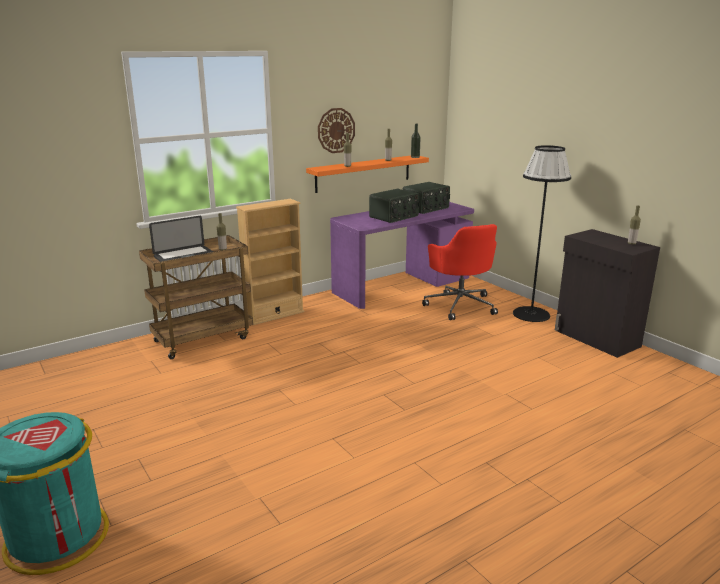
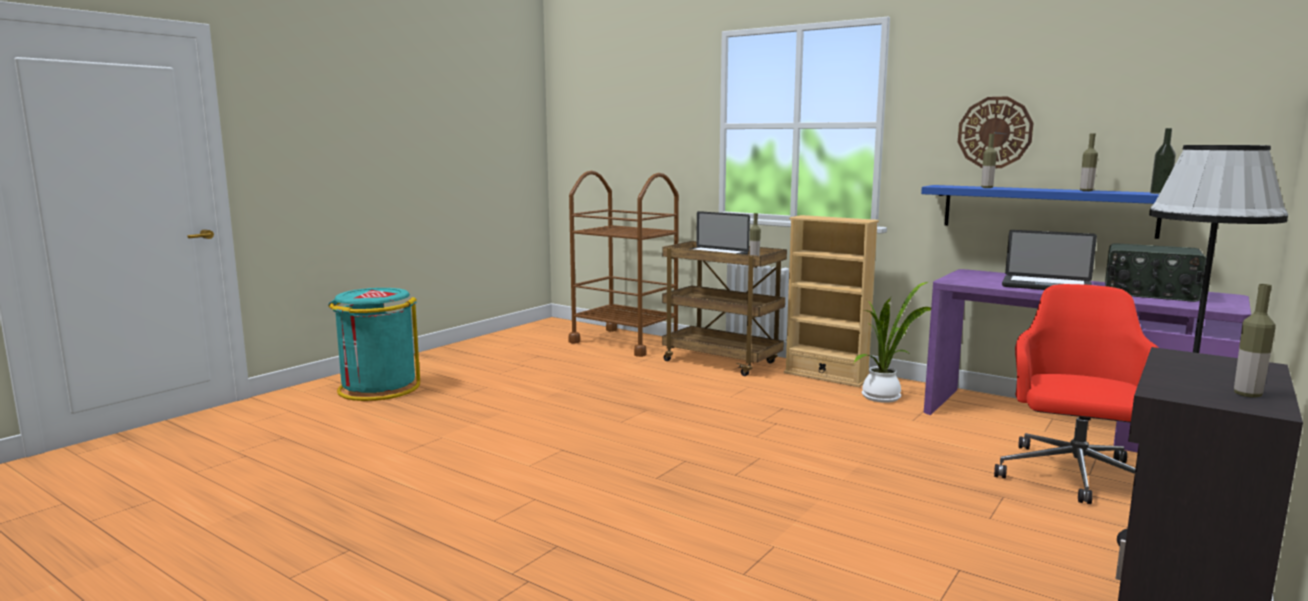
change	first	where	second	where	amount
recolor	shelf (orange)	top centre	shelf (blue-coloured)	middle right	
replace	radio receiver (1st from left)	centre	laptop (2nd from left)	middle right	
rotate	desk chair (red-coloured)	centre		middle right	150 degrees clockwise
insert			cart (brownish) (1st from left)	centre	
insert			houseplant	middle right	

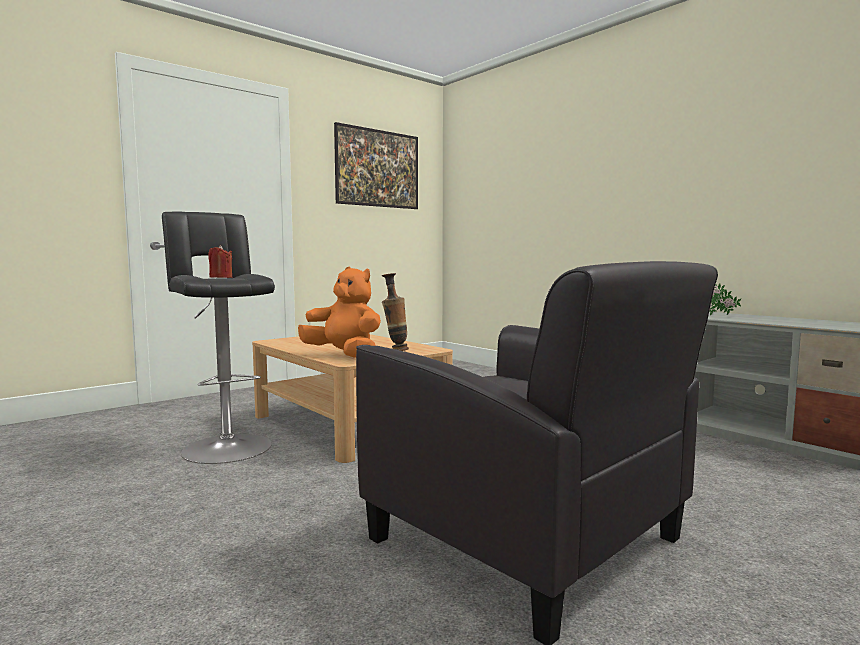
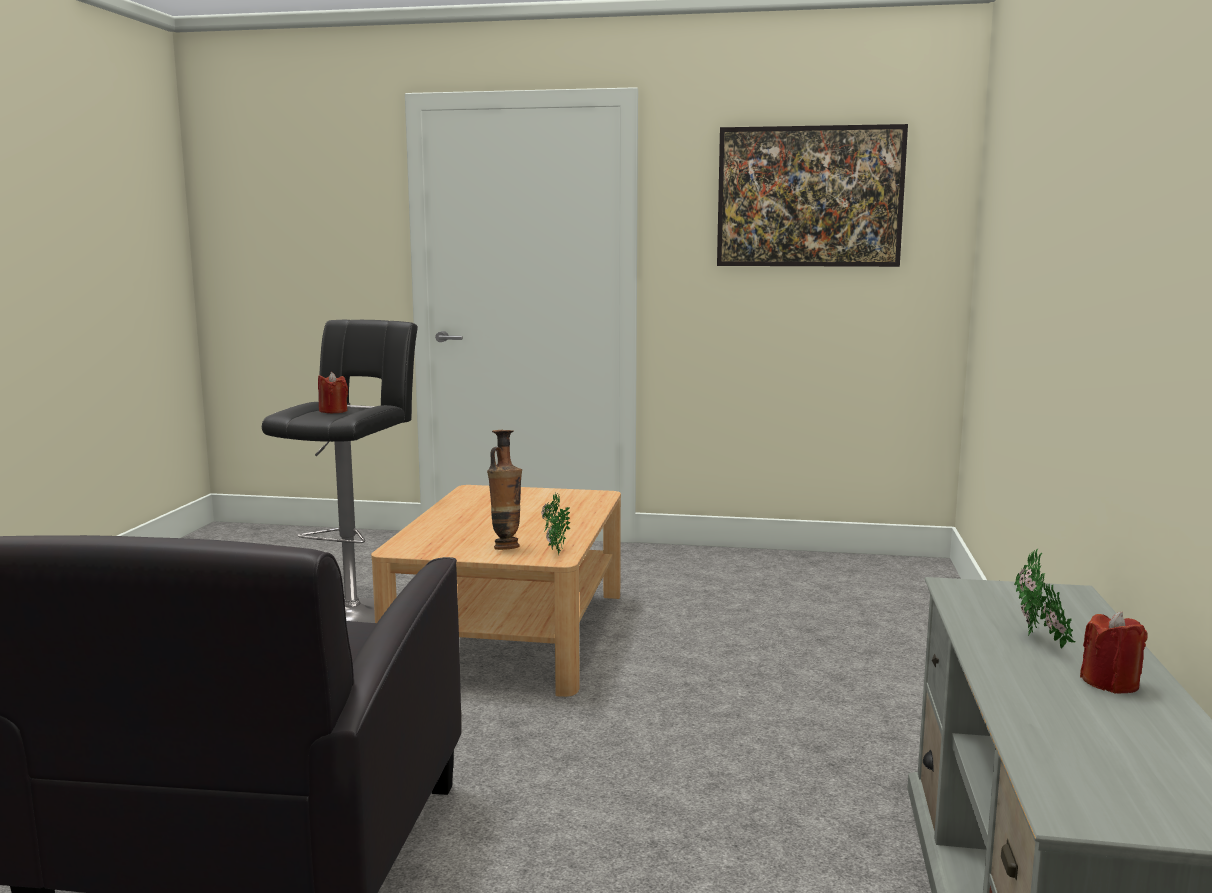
change	first	where	second	where	amount
delete	soft toy (orange)	centre			
insert			houseplant (1st from left)	centre	
insert			wax candle (red-coloured) (2nd from left)	bottom right	

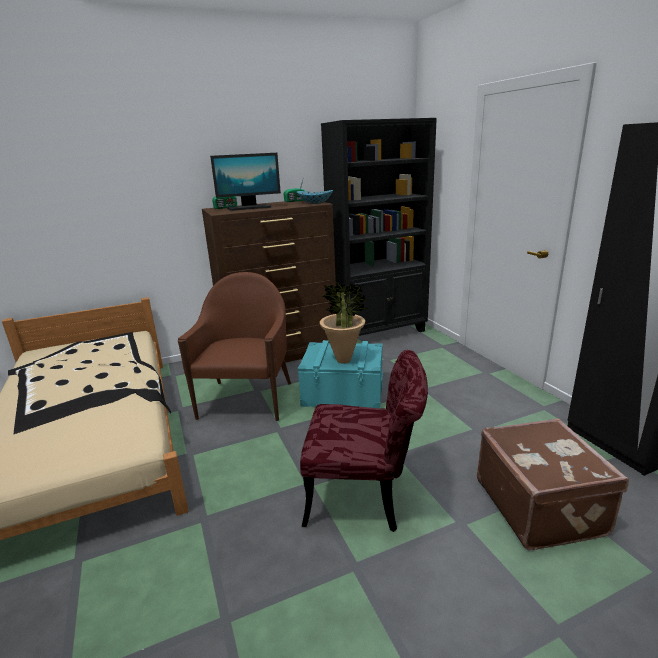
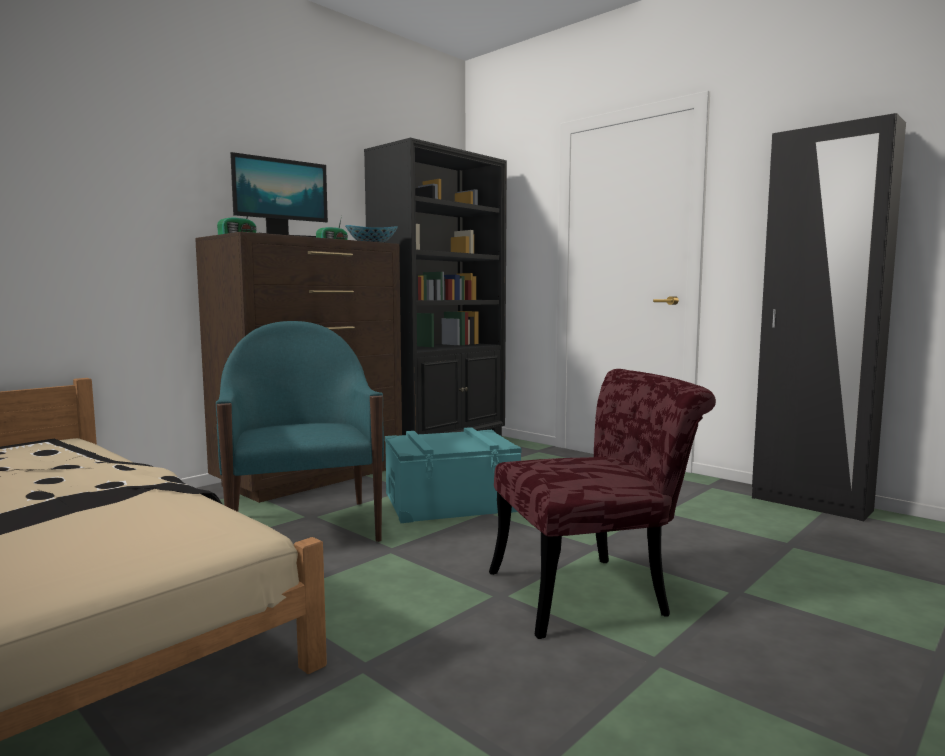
change	first	where	second	where	amount
recolor	armchair (brownish)	centre	armchair (turquoise)	middle left	
delete	houseplant	centre			
delete	piece of luggage (brownish)	bottom right			

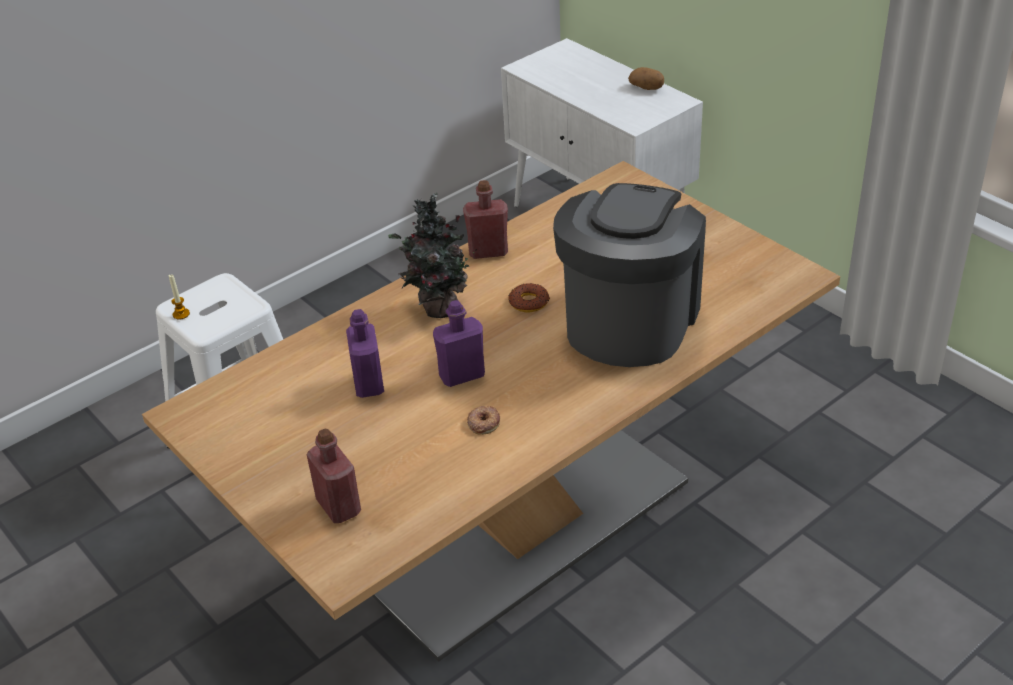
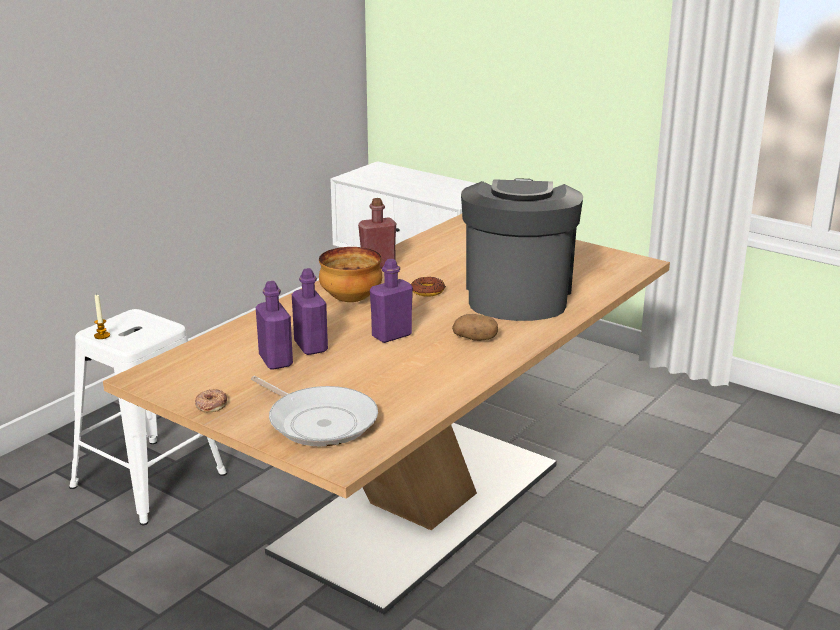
change	first	where	second	where	amount
move	potato	top centre		centre	
replace	houseplant	centre	deep dish	centre	
move	donut (1st from left)	centre		middle left	
replace	beverage bottle (red-coloured) (1st from left)	bottom left	frying pan	centre	
insert			beverage bottle (purple) (1st from left)	middle left	

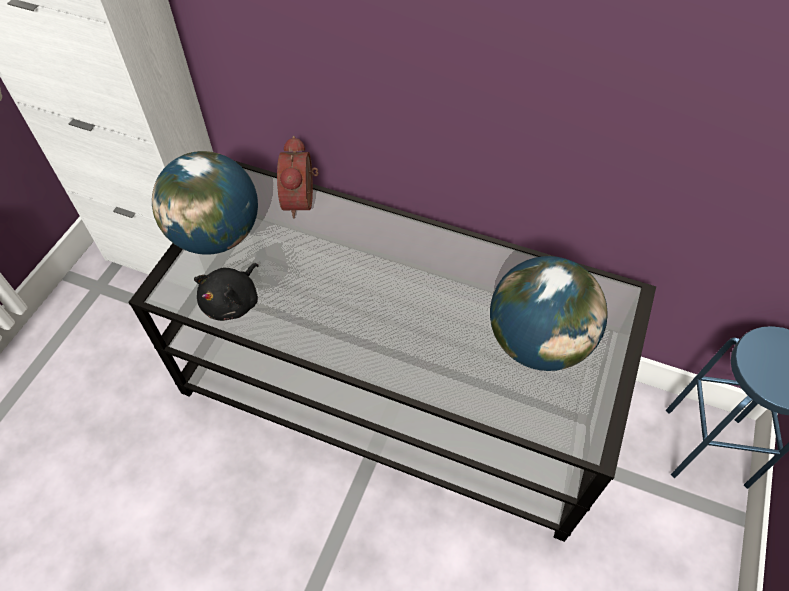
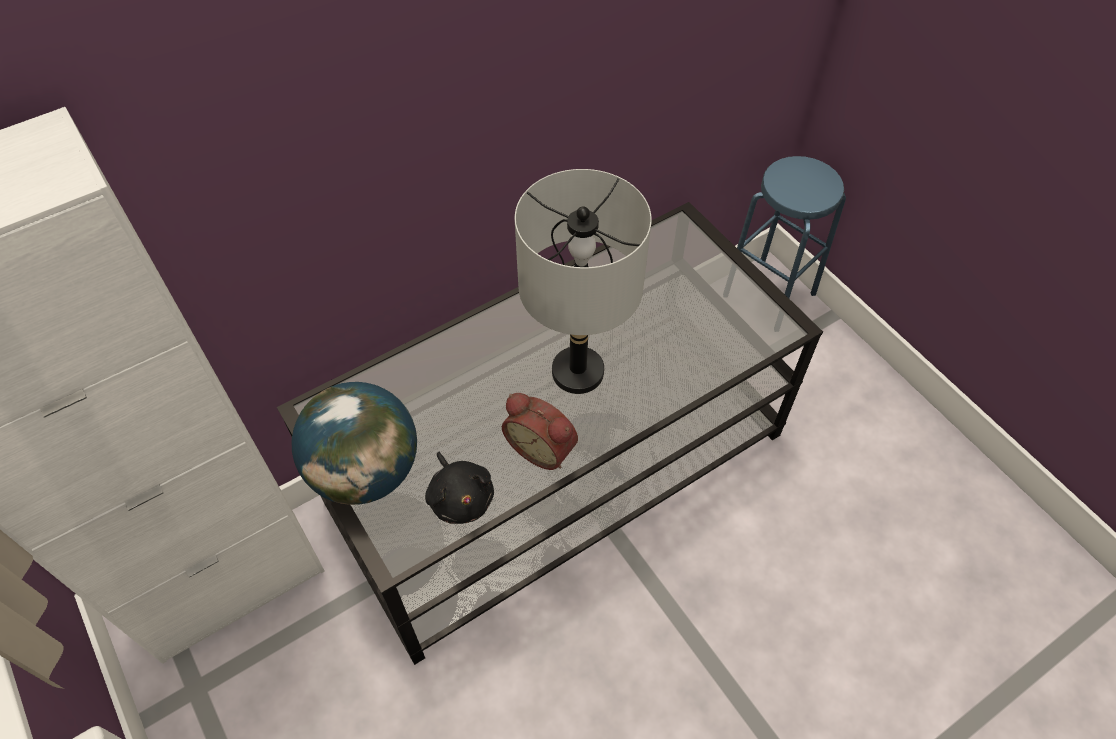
change	first	where	second	where	amount
move	alarm clock	top centre		centre	
delete	world globe (2nd from left)	middle right			
insert			table lamp (grey)	centre	

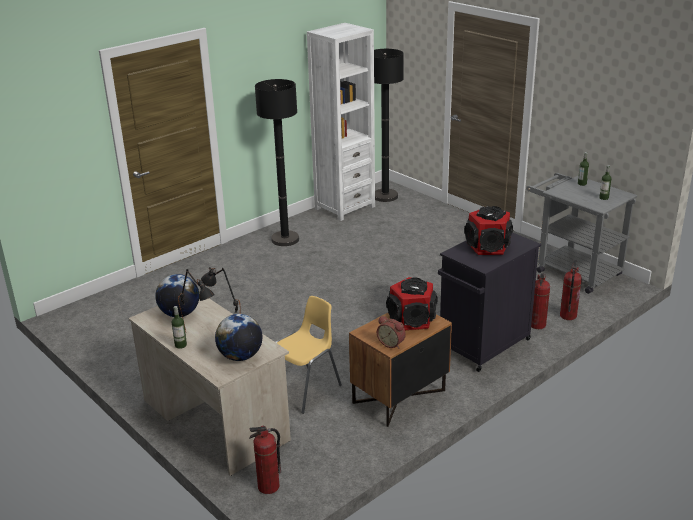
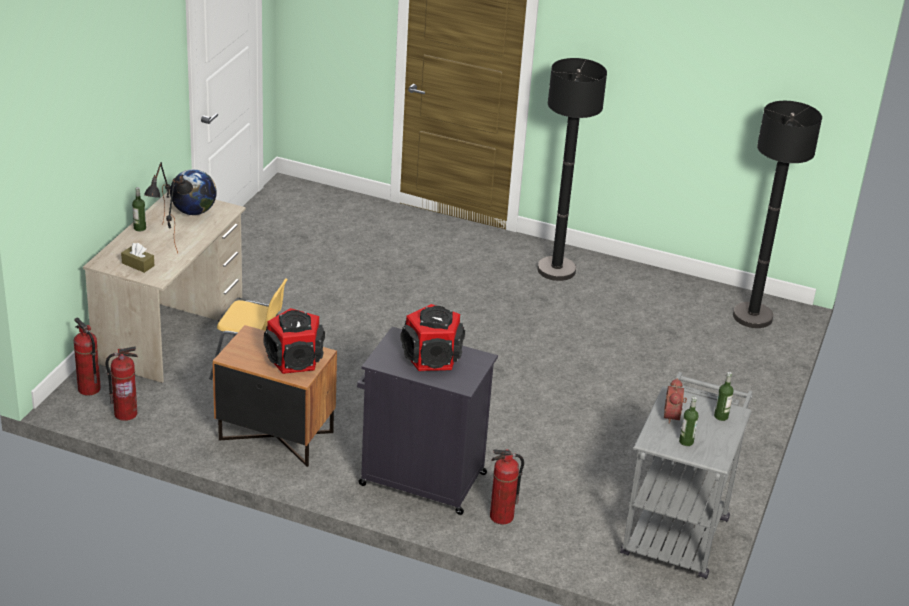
change	first	where	second	where	amount
delete	bookcase (whitish)	top centre			
move	extinguisher (3rd from left in the first image)	middle right	extinguisher (2nd from left)	middle left	
replace	world globe (2nd from left)	centre	box of tissues (brownish)	middle left	
move	alarm clock	centre		middle right	

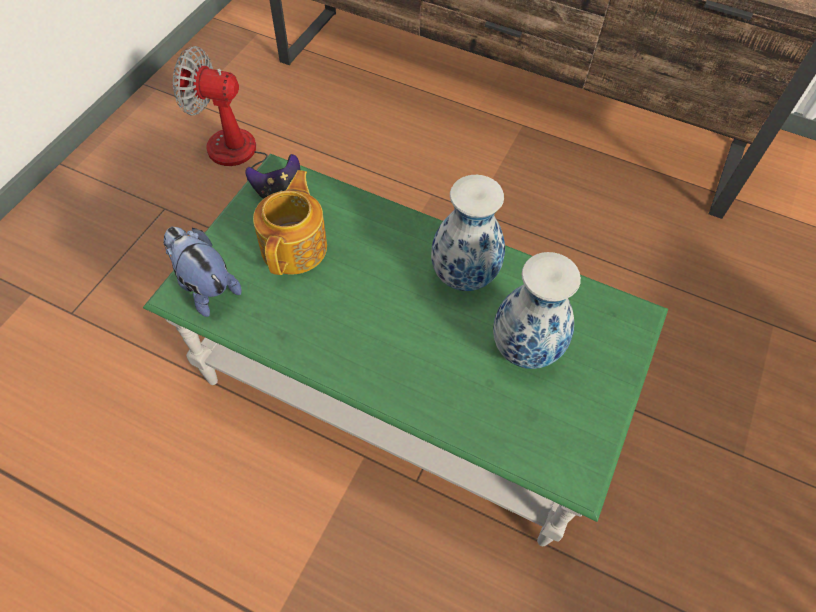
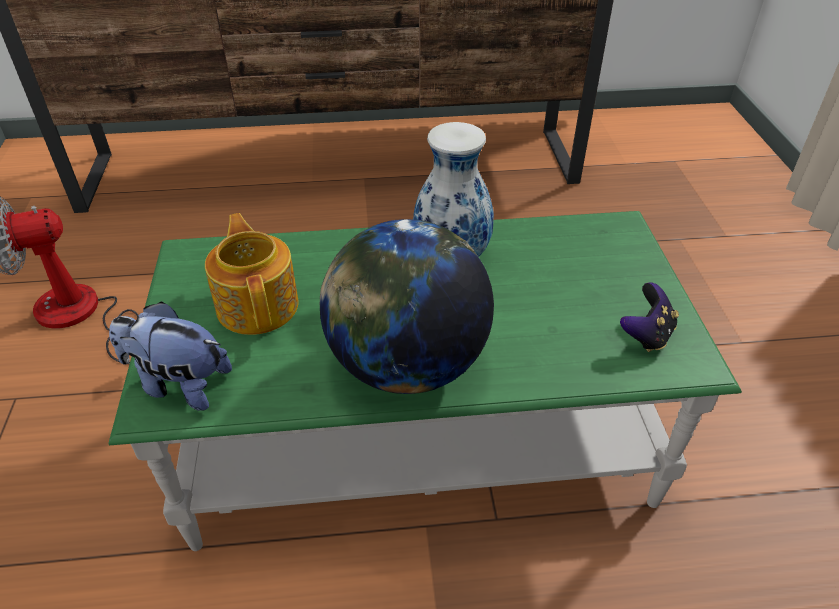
change	first	where	second	where	amount
move	gamepad	top centre		middle right	
delete	vase (2nd from left)	centre			
insert			world globe	centre	

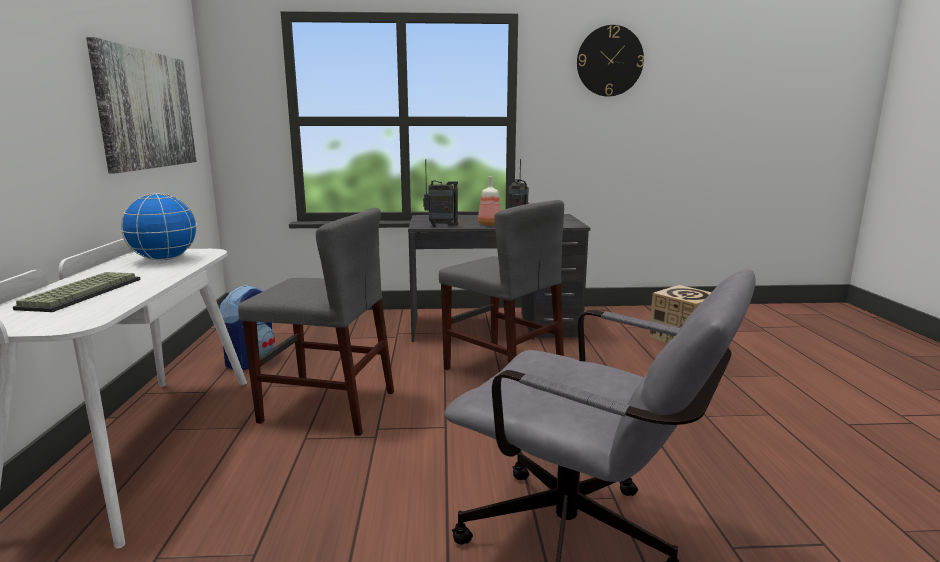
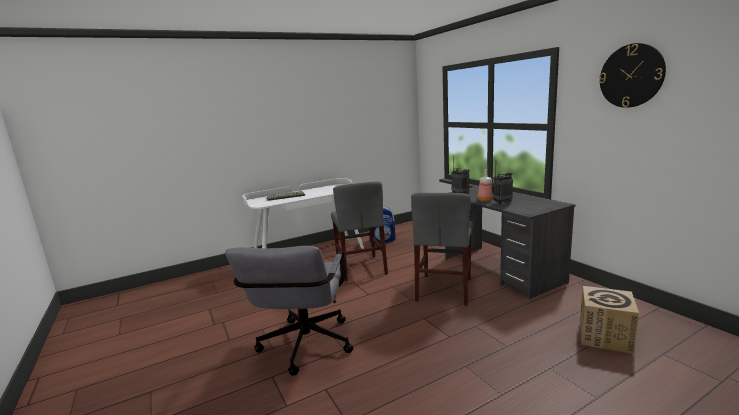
change	first	where	second	where	amount
delete	picture	top left			
delete	world globe	middle left			

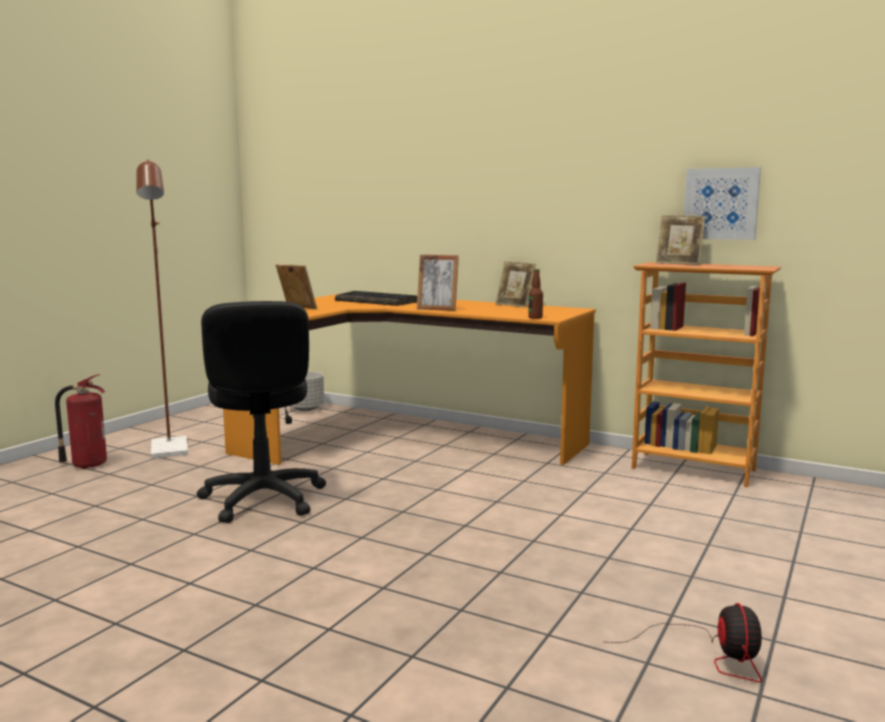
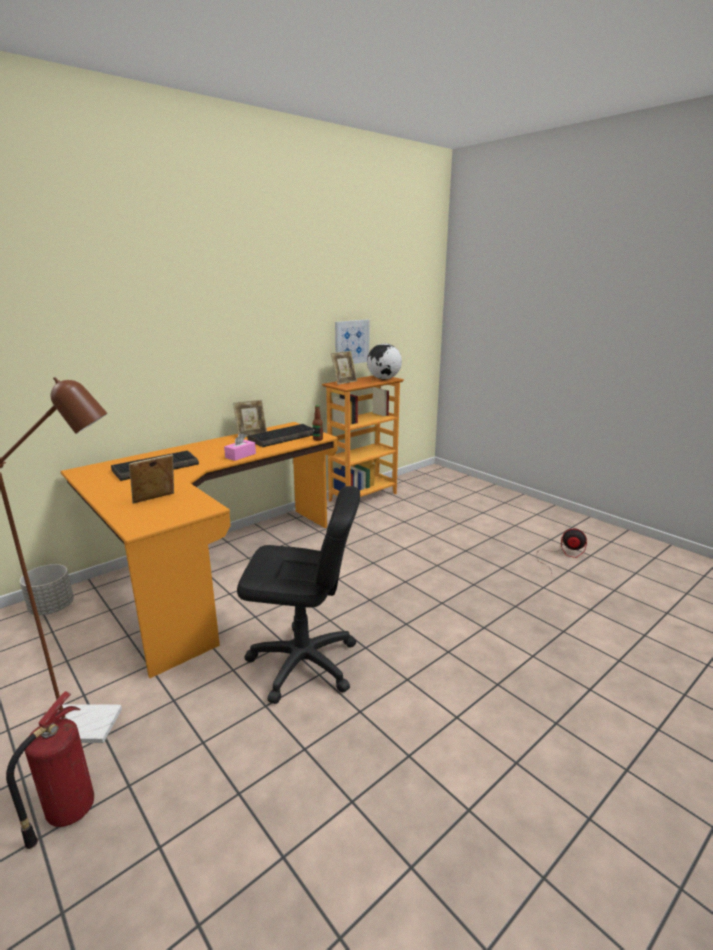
change	first	where	second	where	amount
replace	standing frame (2nd from left)	centre	box of tissues (pinkish)	centre	
insert			world globe	centre	
insert			keyboard (2nd from left)	centre	

